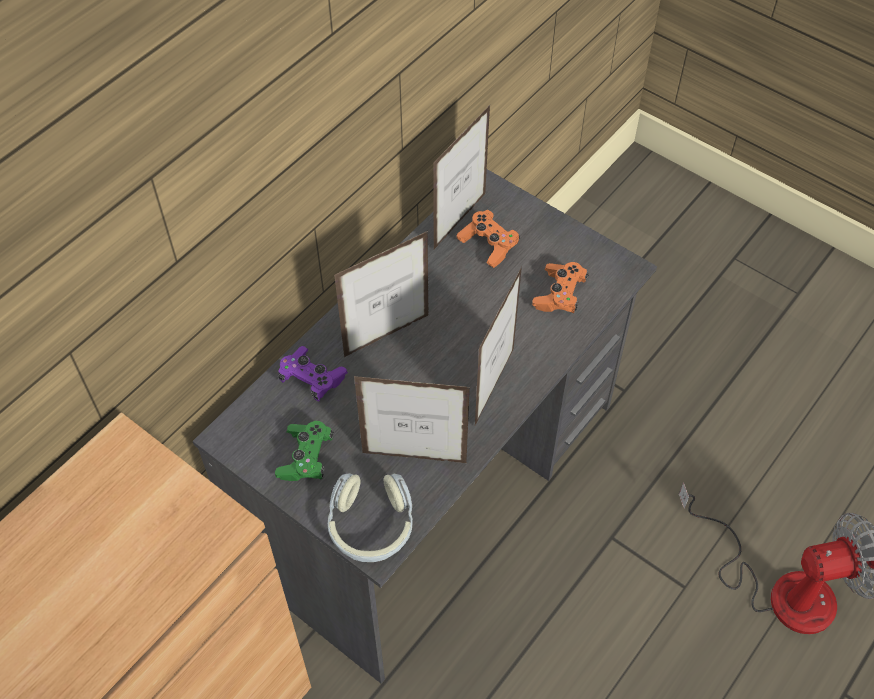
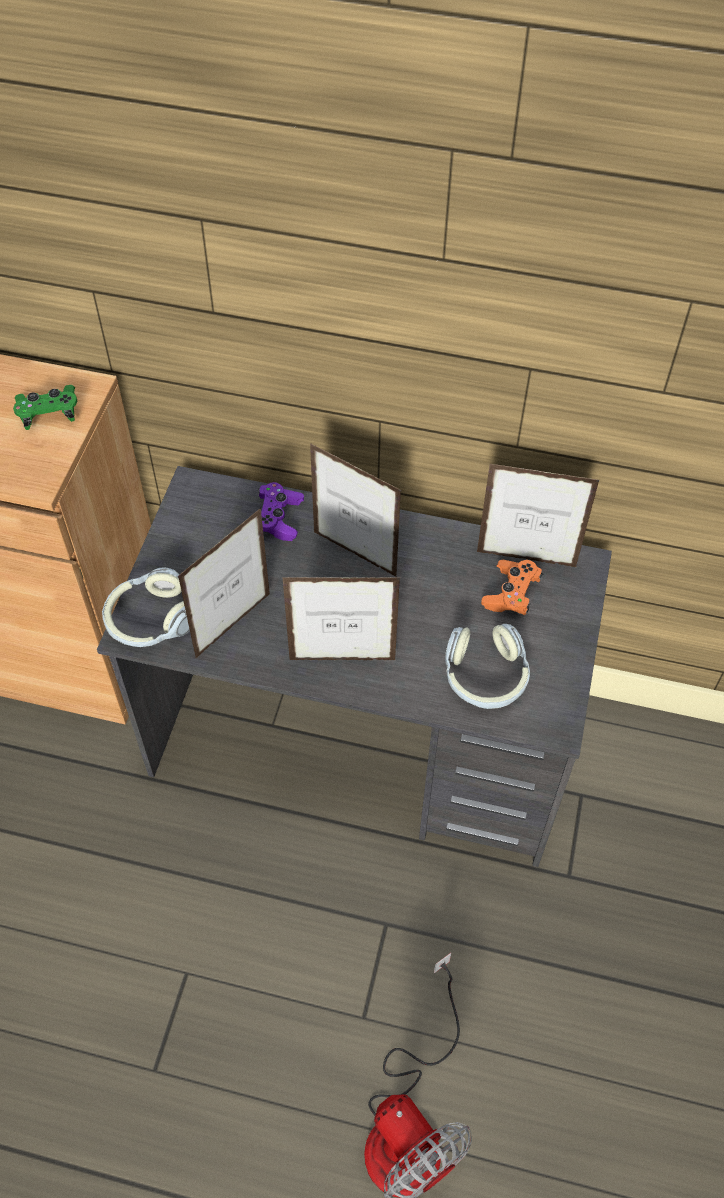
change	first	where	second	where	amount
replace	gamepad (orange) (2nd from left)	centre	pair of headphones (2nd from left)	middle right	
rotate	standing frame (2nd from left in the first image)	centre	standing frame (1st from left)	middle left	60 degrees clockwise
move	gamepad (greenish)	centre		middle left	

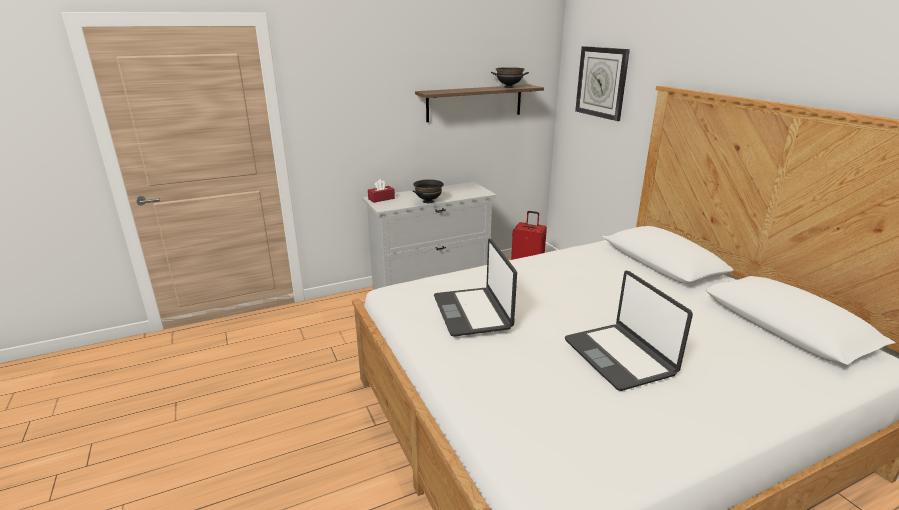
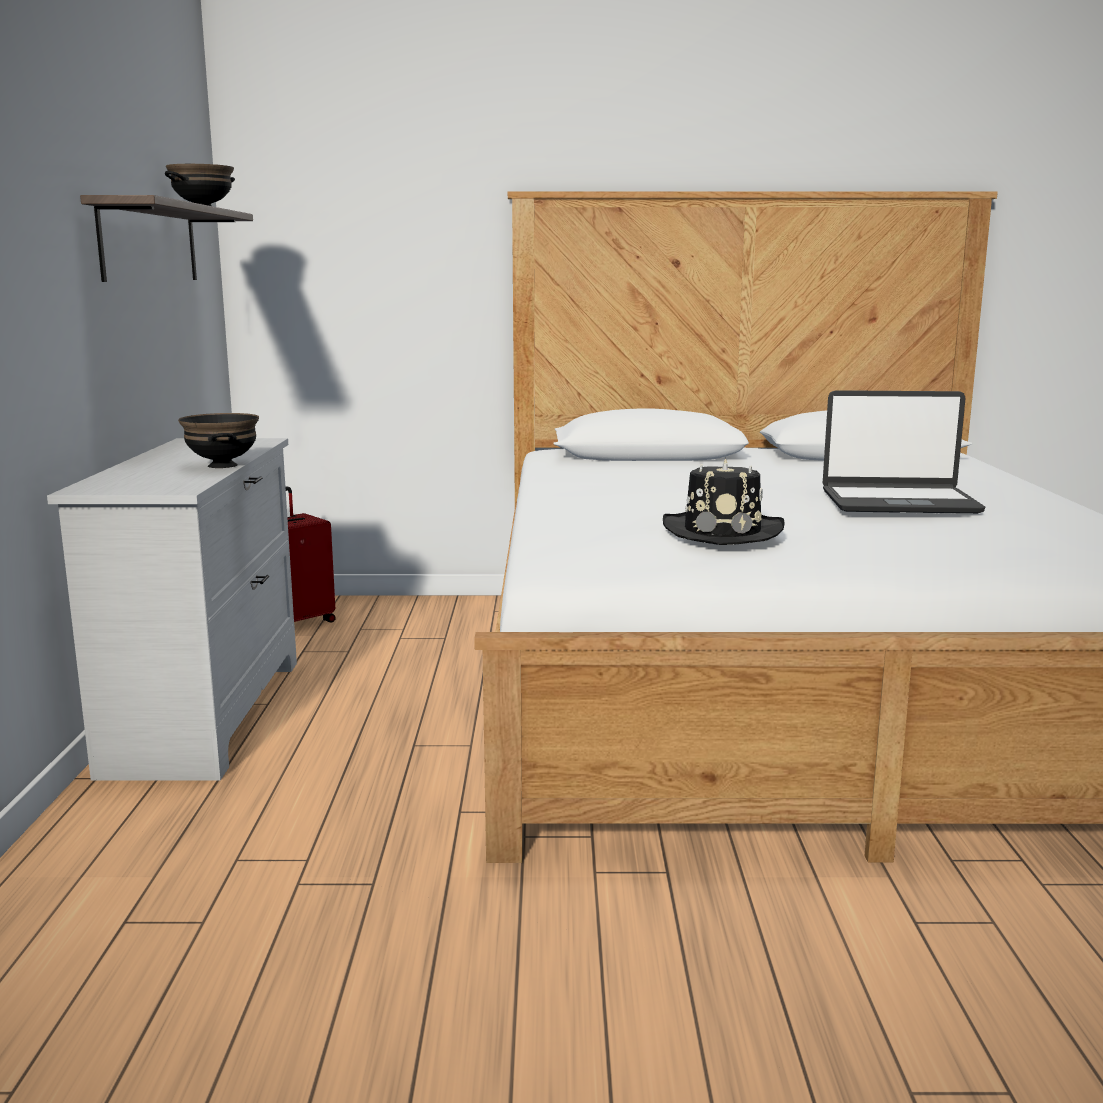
change	first	where	second	where	amount
delete	clock on the wall	top right			
delete	box of tissues (red-coloured)	centre			
replace	laptop (1st from left)	centre	clothing hat (black)	centre	

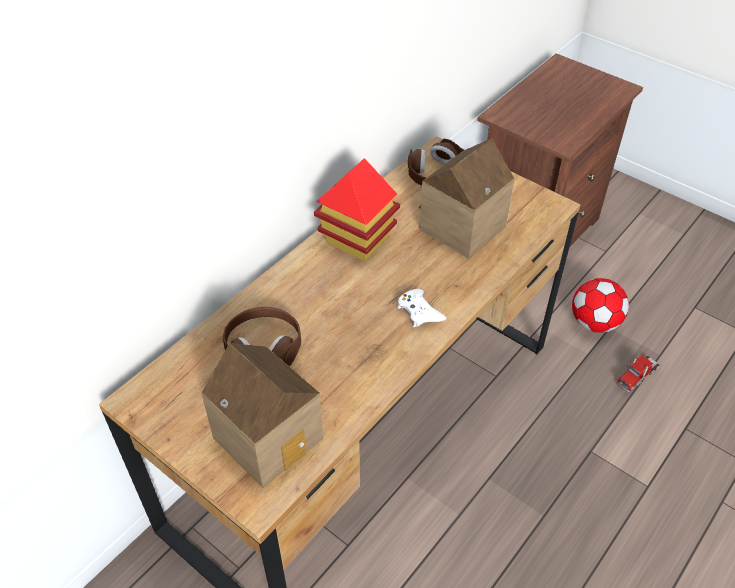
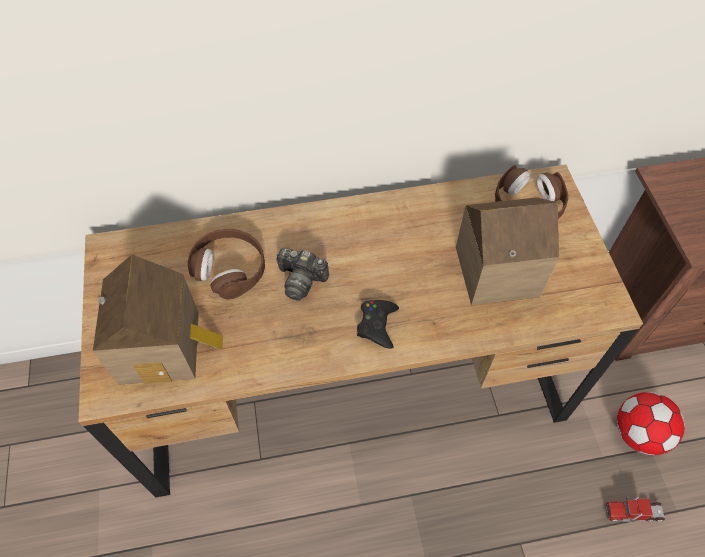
change	first	where	second	where	amount
delete	model house (2nd from left)	centre			
recolor	gamepad (whitish)	centre	gamepad (black)	centre	
insert			photo camera	centre	

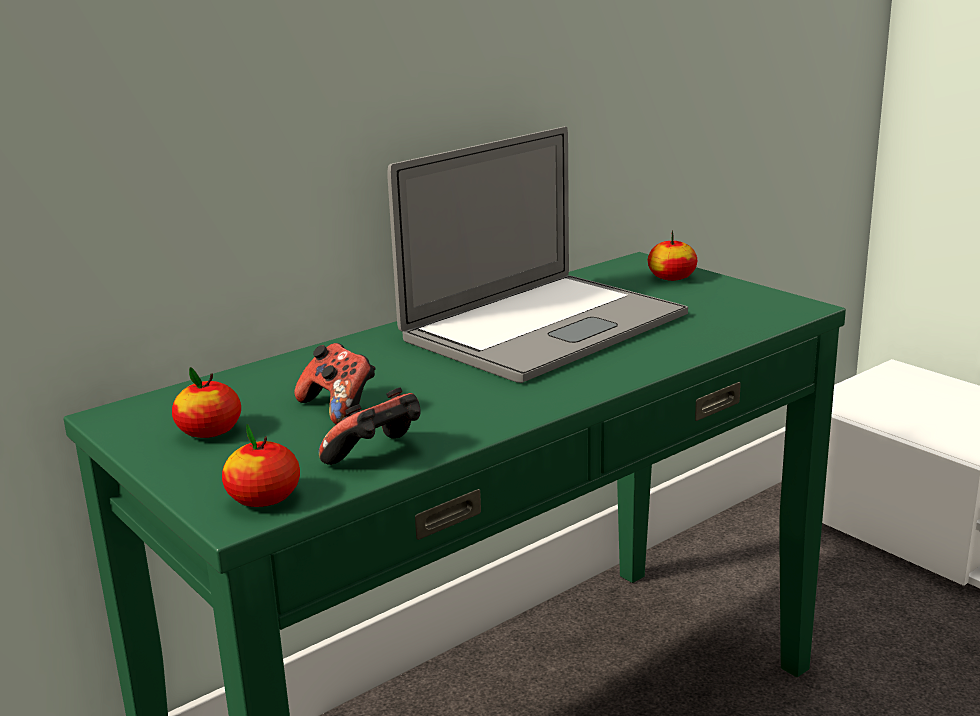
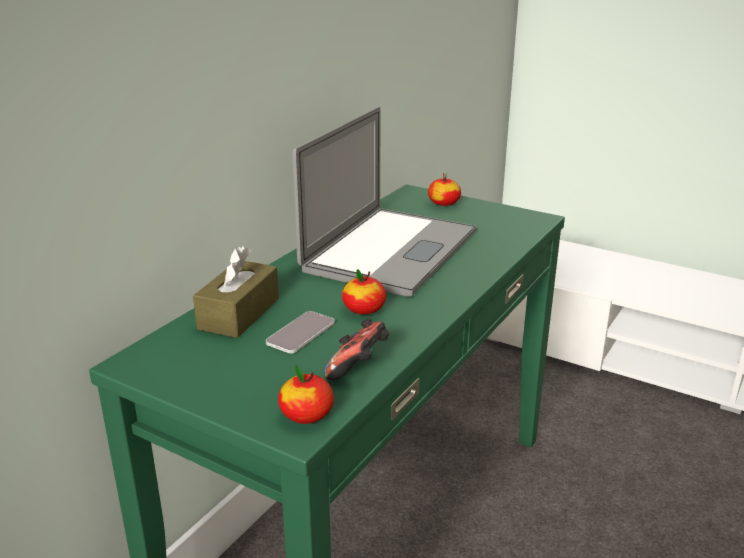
change	first	where	second	where	amount
replace	gamepad (1st from left)	centre	telephone	centre	
move	apple fruit (1st from left in the first image)	middle left	apple fruit (2nd from left)	centre	
insert			box of tissues (brownish)	middle left	

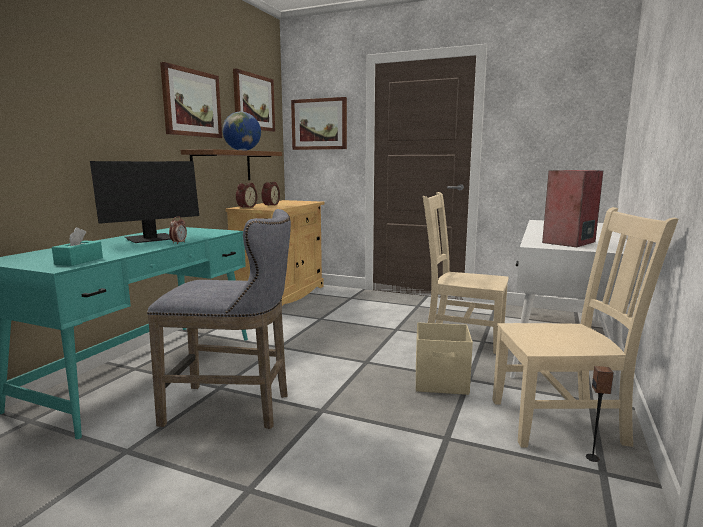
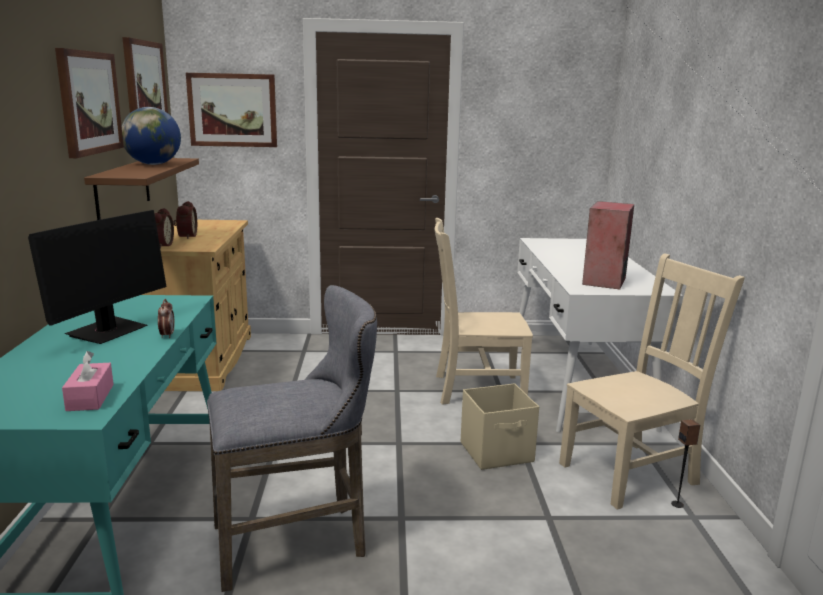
change	first	where	second	where	amount
recolor	box of tissues (turquoise)	middle left	box of tissues (pinkish)	middle left	

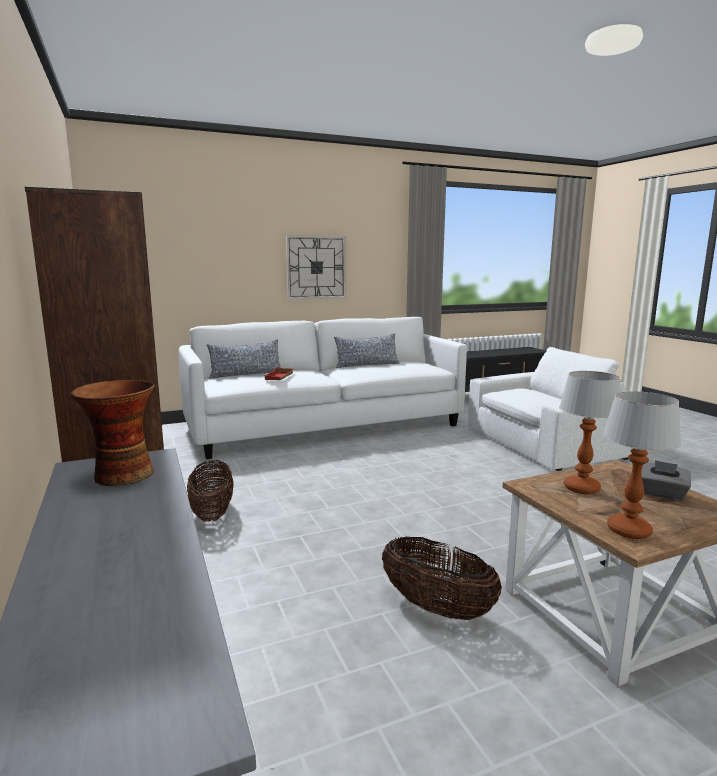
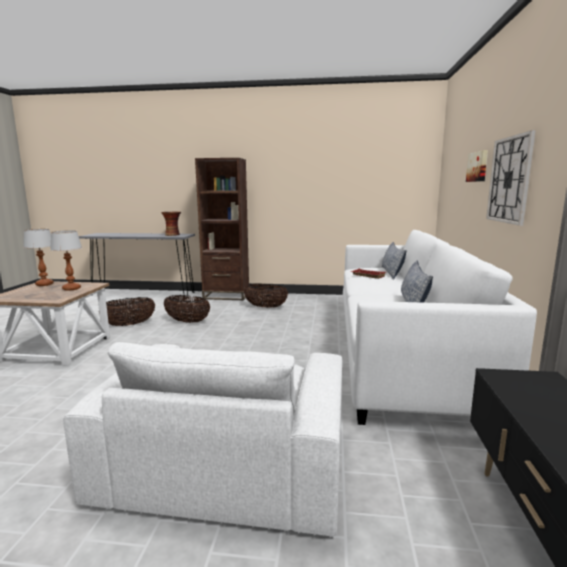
change	first	where	second	where	amount
delete	box of tissues (grey)	middle right			
insert			picture	top right	
insert			basket (2nd from left)	middle left	

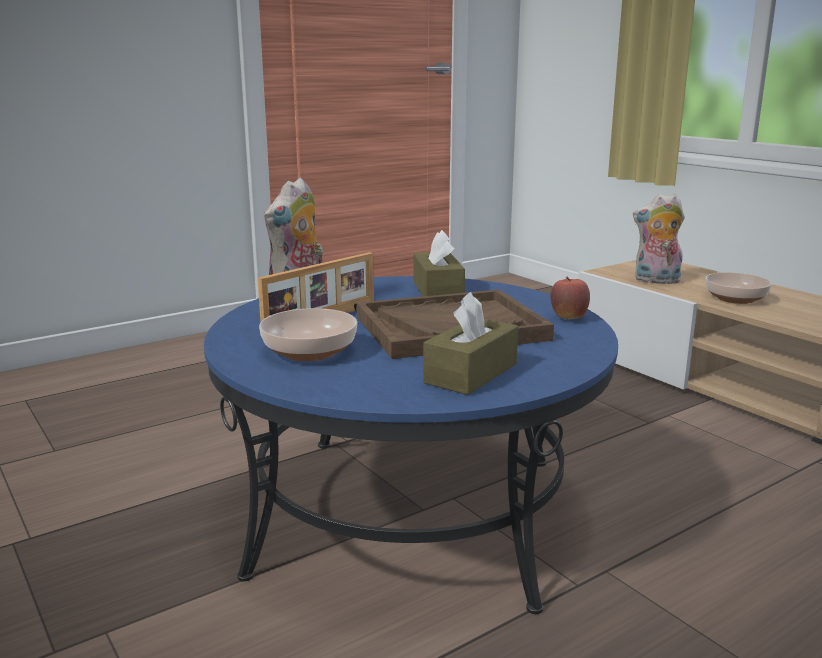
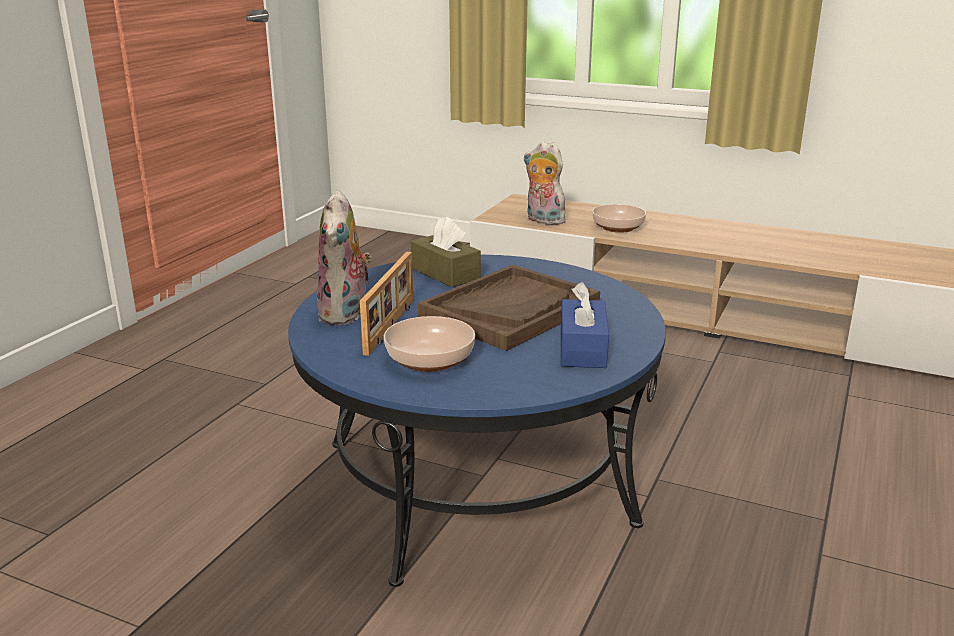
change	first	where	second	where	amount
rotate	soft toy (2nd from left)	middle right		top centre	60 degrees clockwise
delete	apple fruit	middle right			
recolor	box of tissues (brownish) (2nd from left)	centre	box of tissues (blue-coloured)	centre	

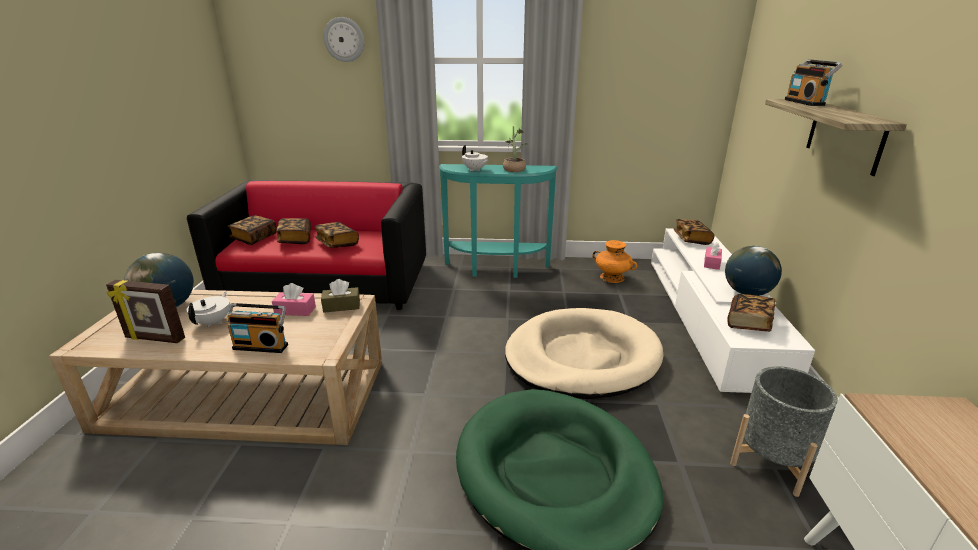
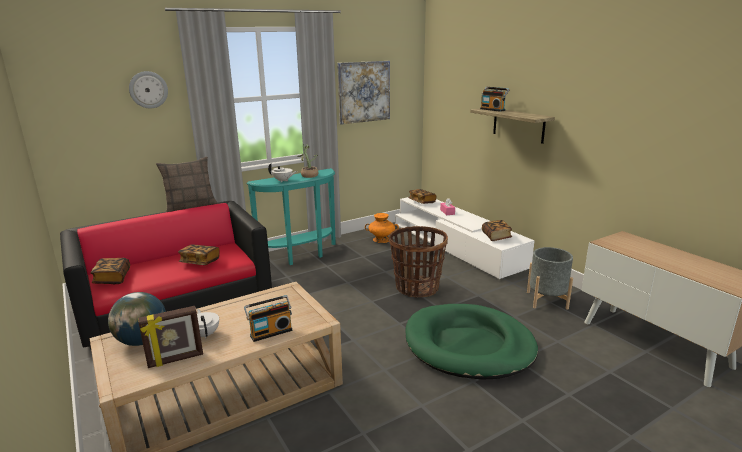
change	first	where	second	where	amount
delete	book (2nd from left)	middle left			
delete	world globe (2nd from left)	middle right			
delete	box of tissues (brownish)	centre			
delete	box of tissues (pinkish) (1st from left)	middle left			
replace	dog bed (sand-coloured)	centre	basket	centre	
insert			picture	top centre	
insert			throw pillow	middle left	

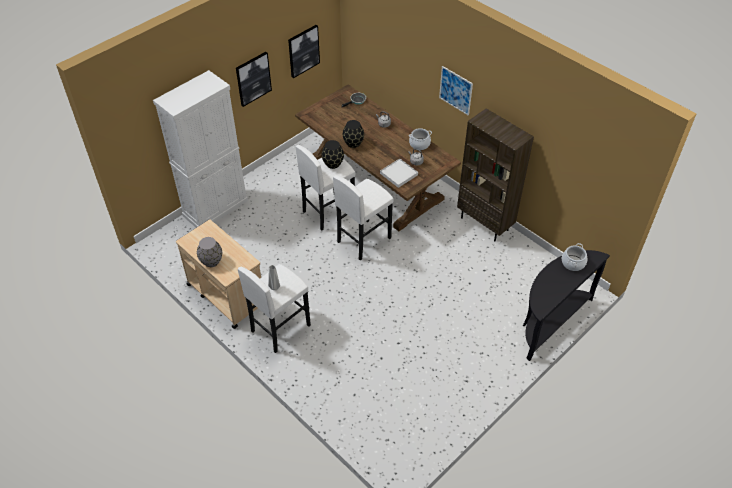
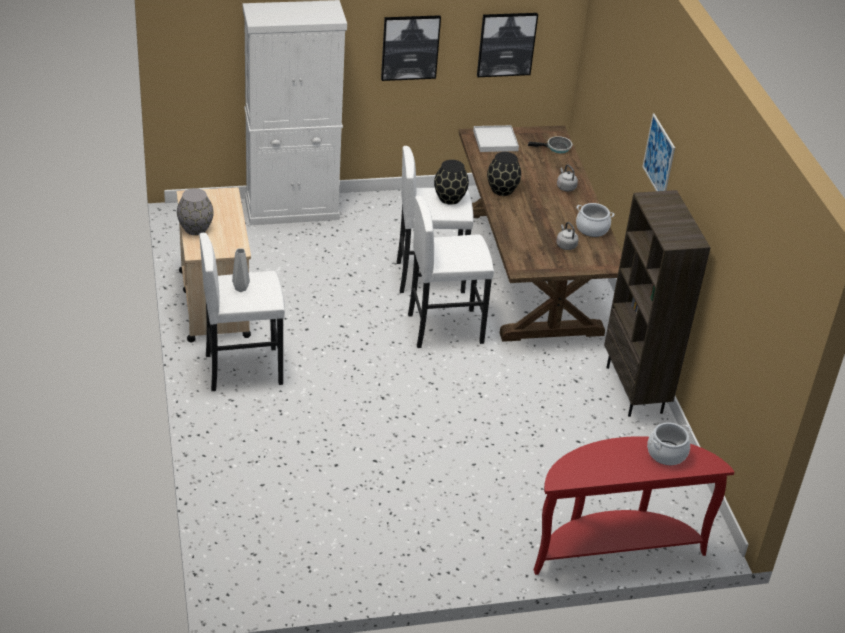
change	first	where	second	where	amount
move	carrying tray (whitish)	centre		top centre	
recolor	narrow table (black)	middle right	narrow table (red-coloured)	bottom right	

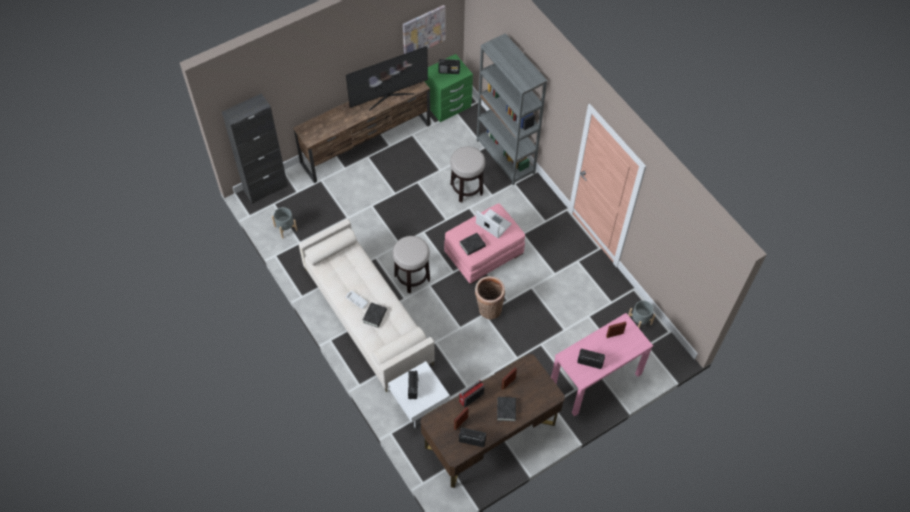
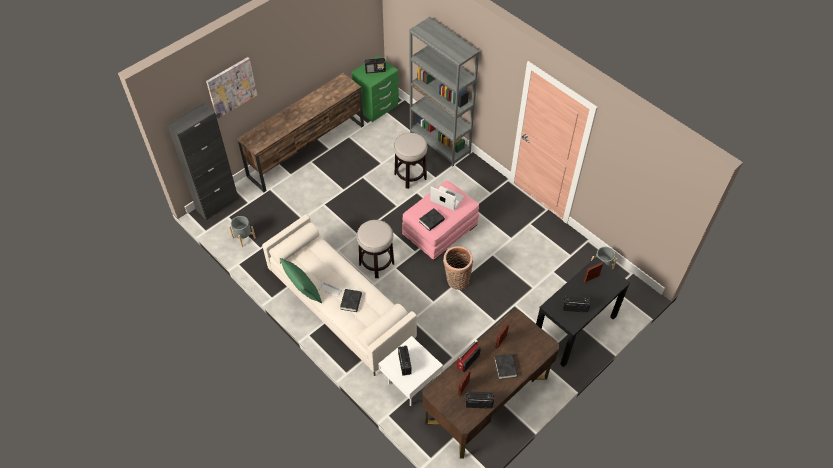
change	first	where	second	where	amount
move	picture	top centre		top left	
delete	TV	top centre			
recolor	narrow table (pinkish)	bottom centre	narrow table (black)	bottom right	
insert			throw pillow (greenish)	centre	

